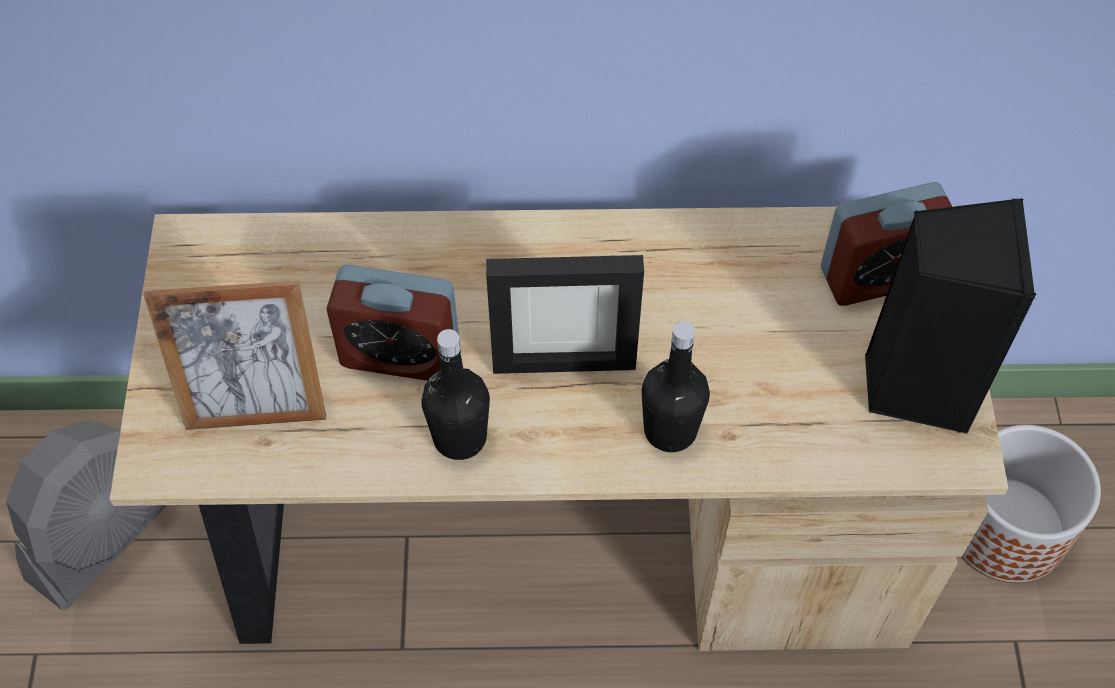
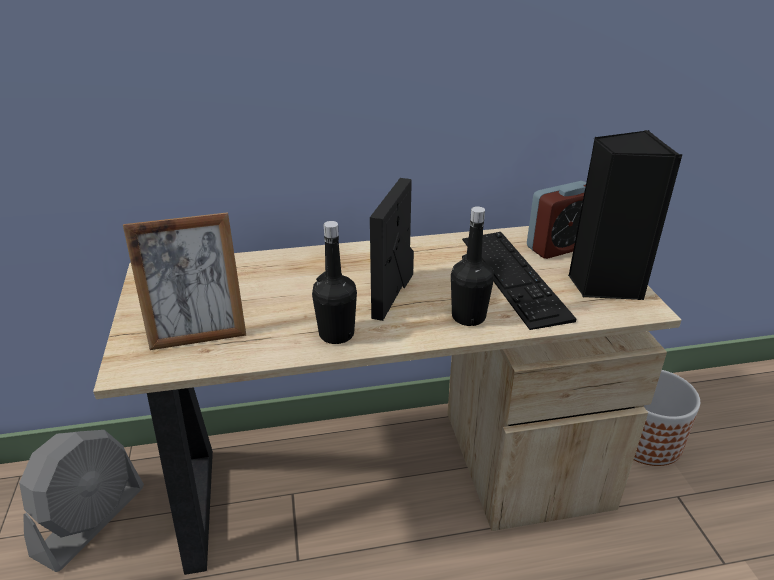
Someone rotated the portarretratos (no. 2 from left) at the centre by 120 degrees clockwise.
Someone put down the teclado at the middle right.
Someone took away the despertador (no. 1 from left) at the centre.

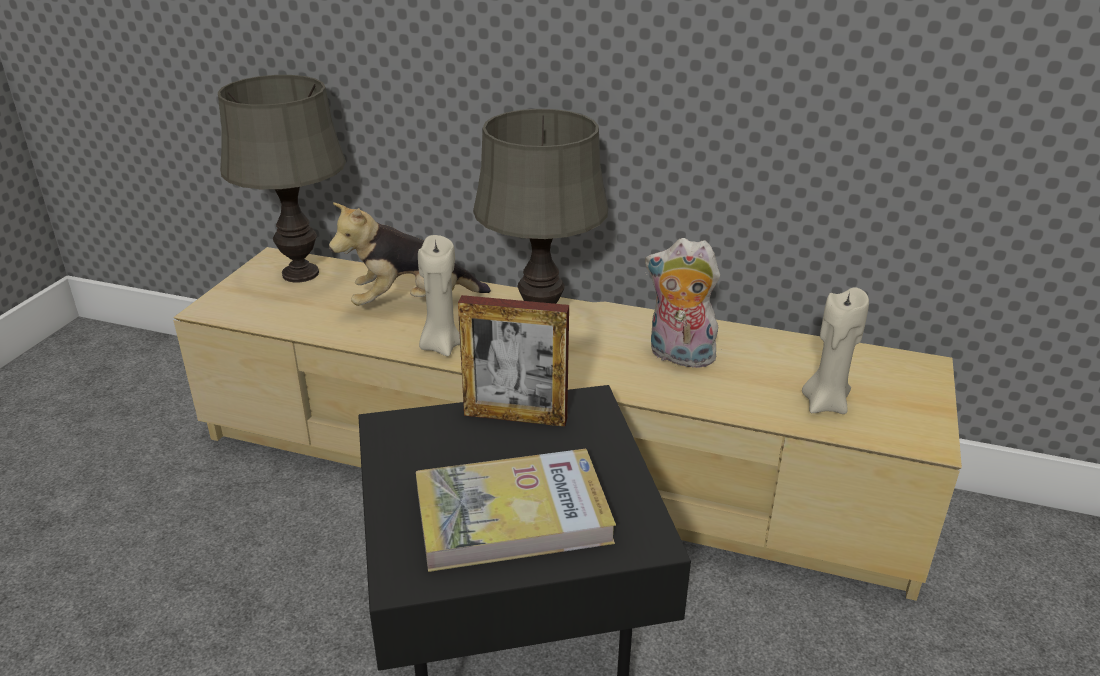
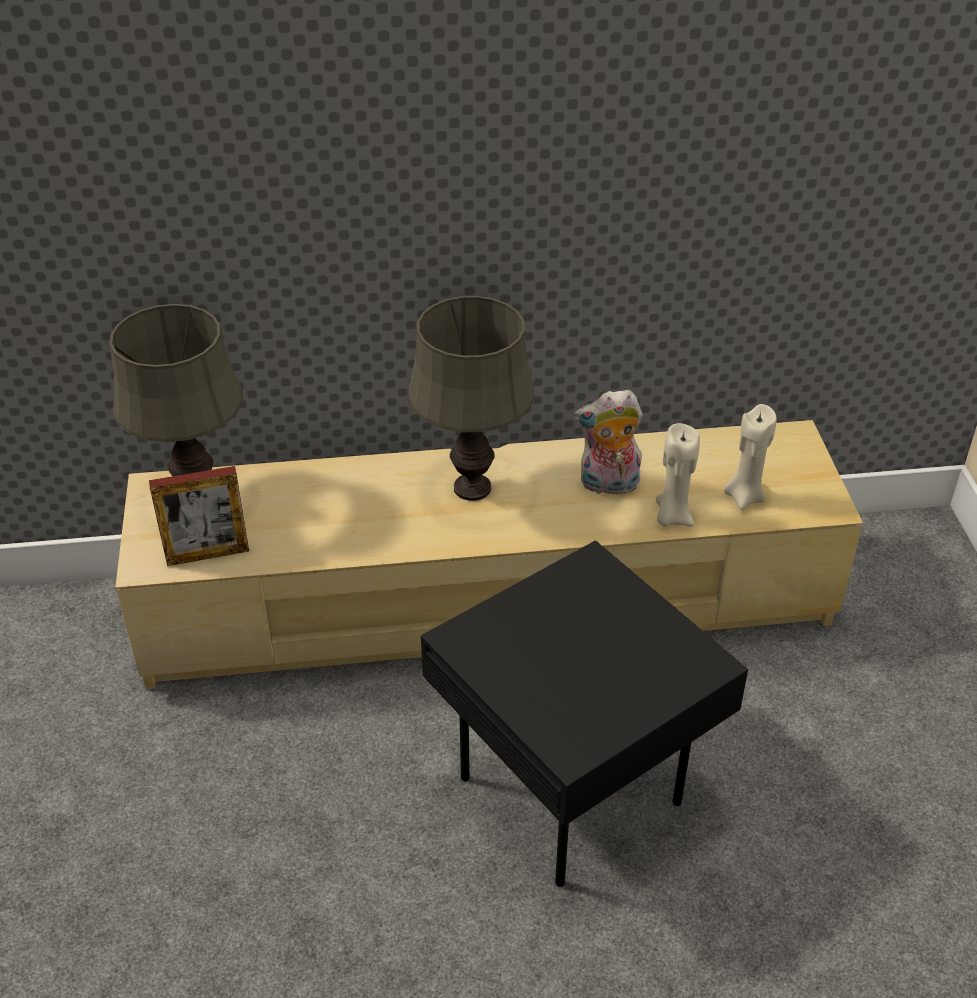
Someone carried the portarretratos from the centre to the middle left.
Someone carried the vela (beis) (no. 1 from left) from the centre to the middle right.
Someone took away the peluche (no. 1 from left) at the centre.
Someone took away the libro at the bottom centre.

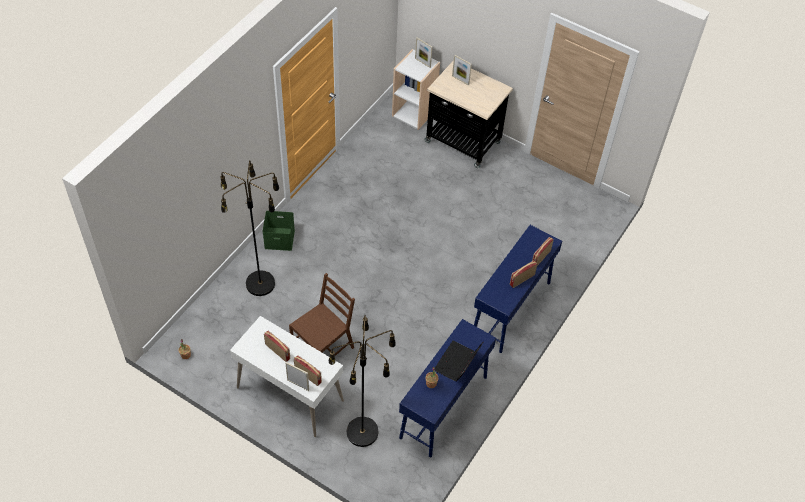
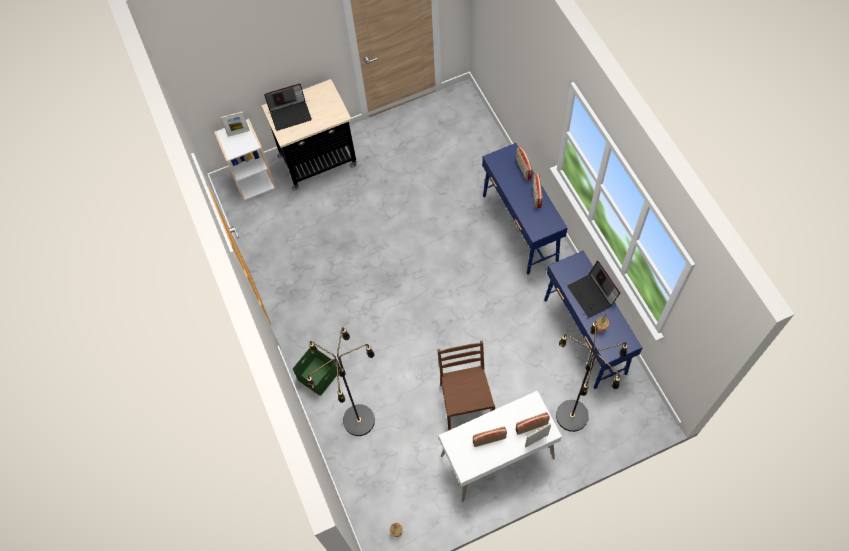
Someone swapped the portarretratos (no. 3 from left) at the top centre for the portátil (no. 1 from left) at the top centre.

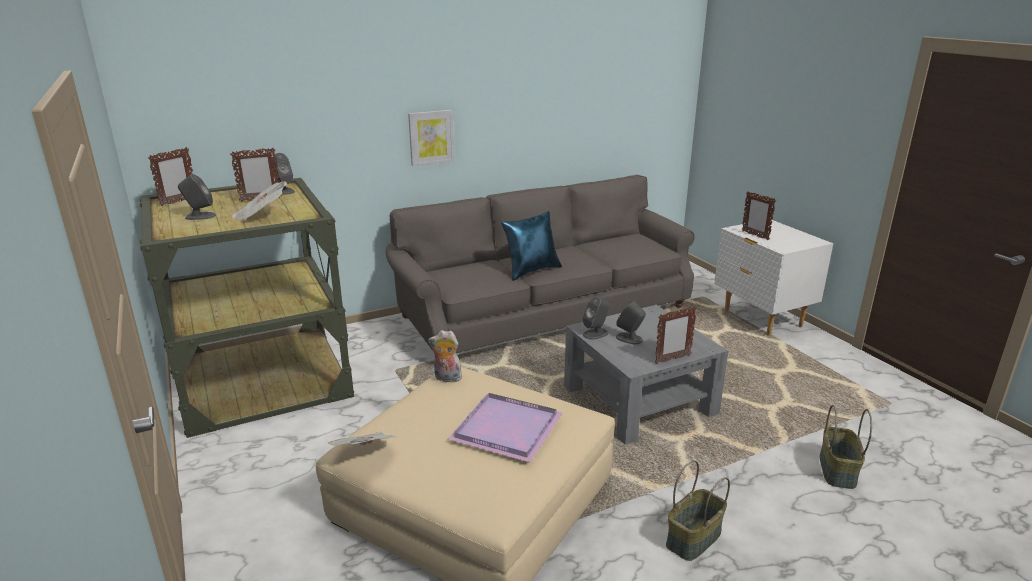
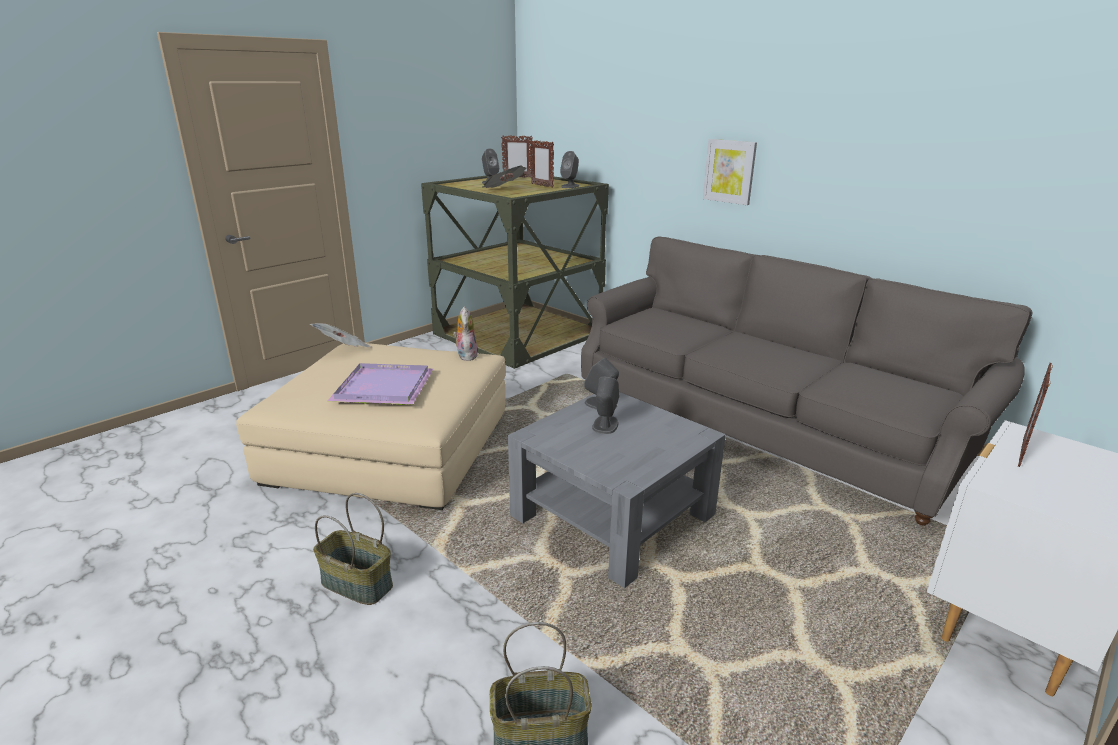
Someone took away the cojín (azul) at the centre.
Someone took away the portarretratos (no. 3 from left) at the centre.

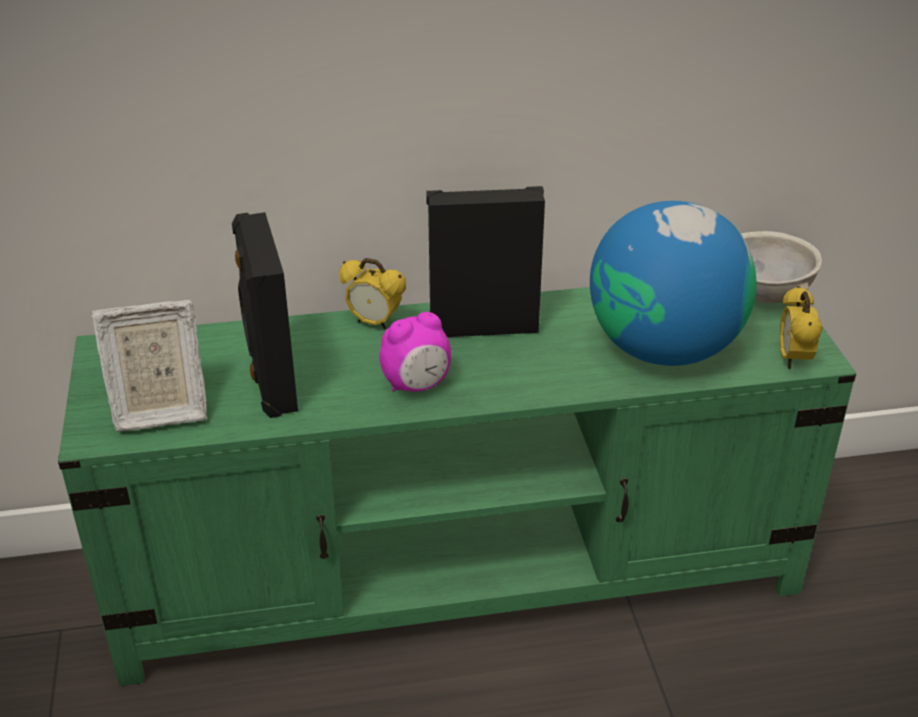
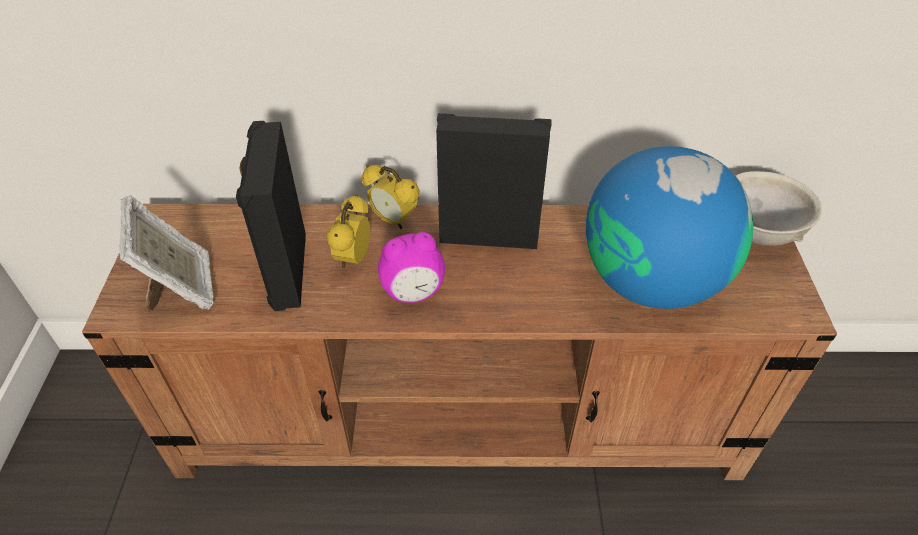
Someone repainted the mueble de televisión (verde) at the bottom centre, which became the mueble de televisión (marrón) at the centre.
Someone rotated the portarretratos at the middle left by 105 degrees counterclockwise.
Someone carried the despertador (no. 3 from left in the first image) from the middle right to the centre.

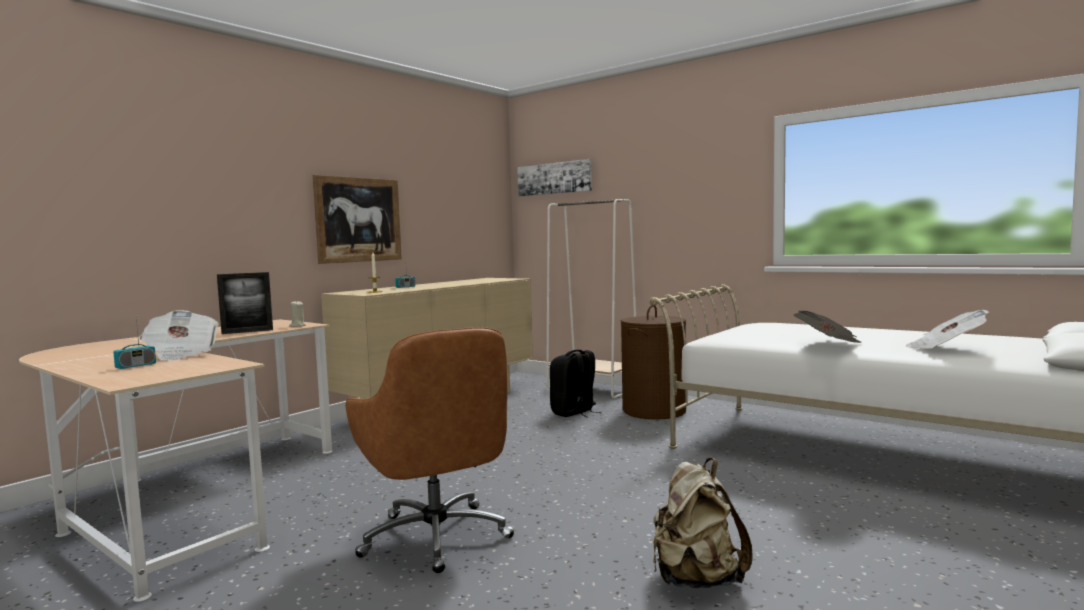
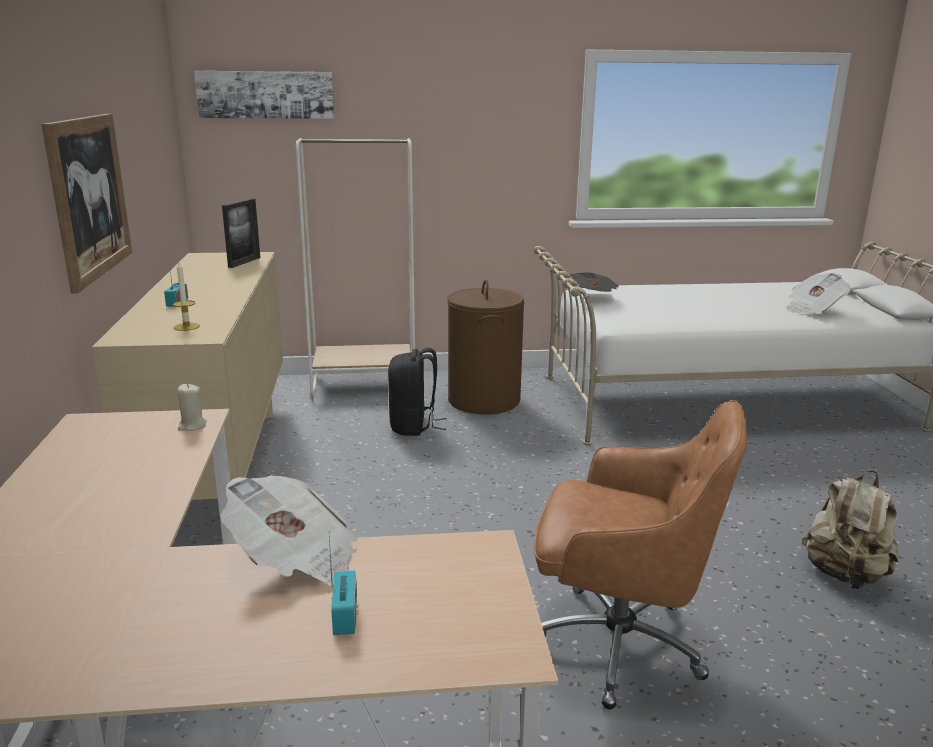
Someone carried the portarretratos from the middle left to the top left.
Someone carried the periódico (no. 2 from left) from the middle right to the centre.

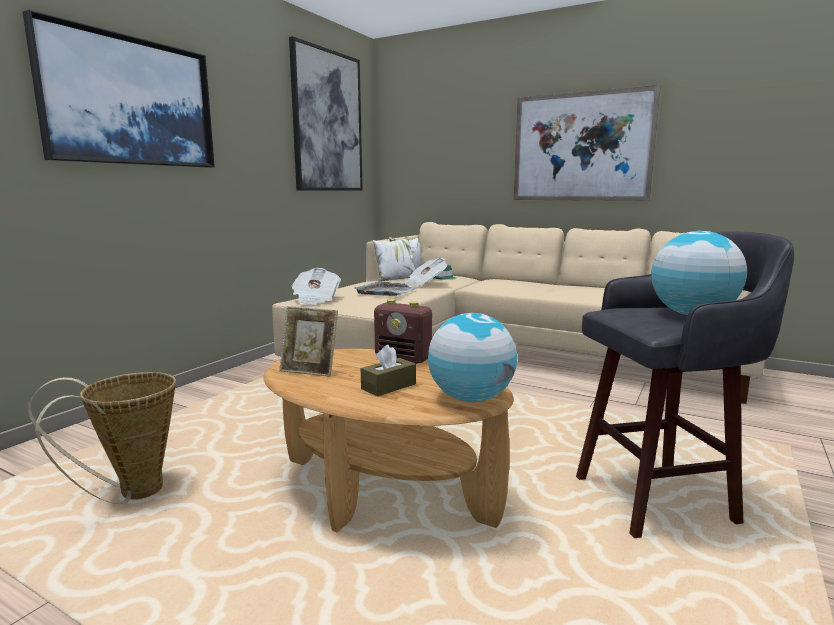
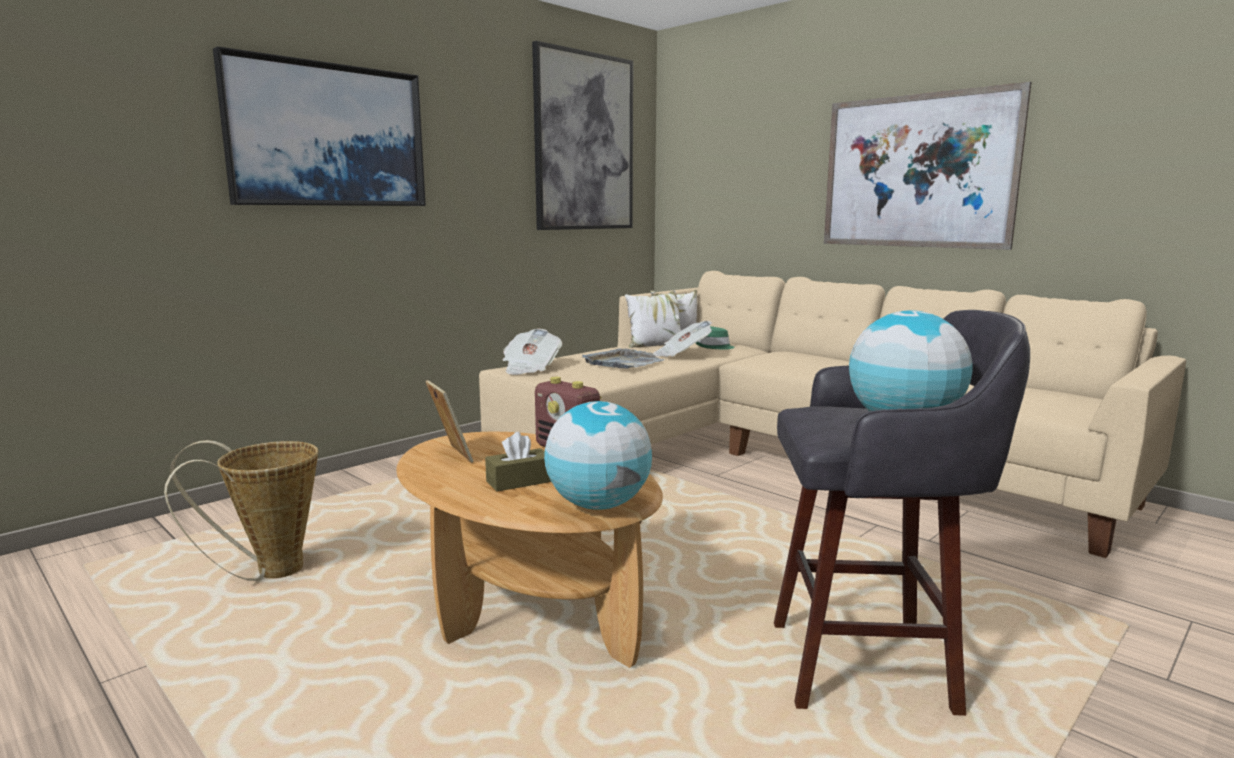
Someone rotated the portarretratos at the centre by 150 degrees counterclockwise.

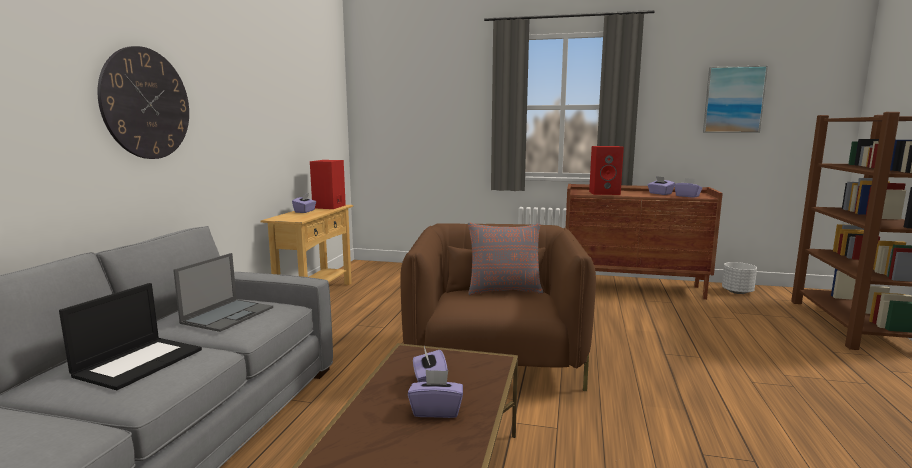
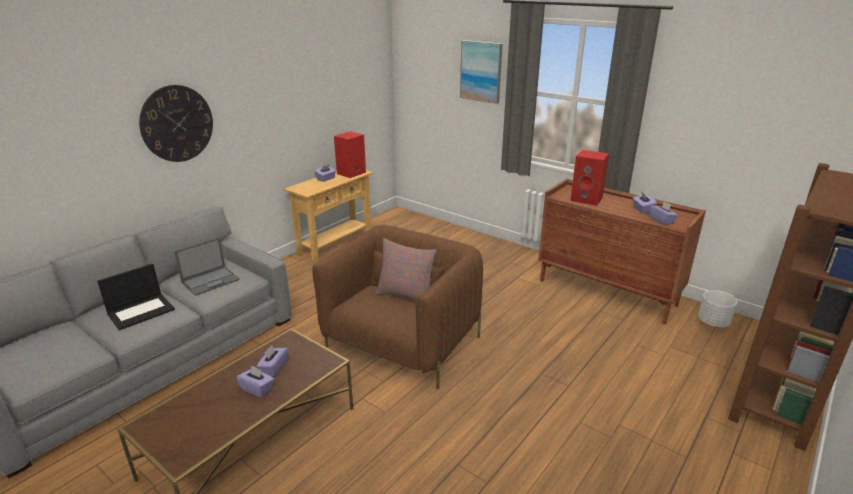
Someone carried the cuadro from the top right to the top centre.

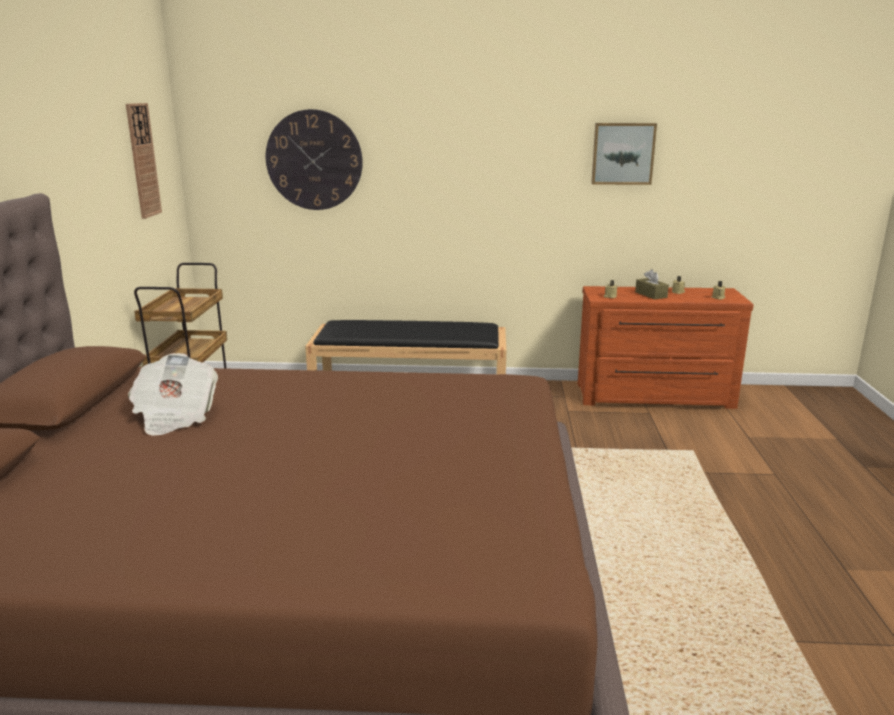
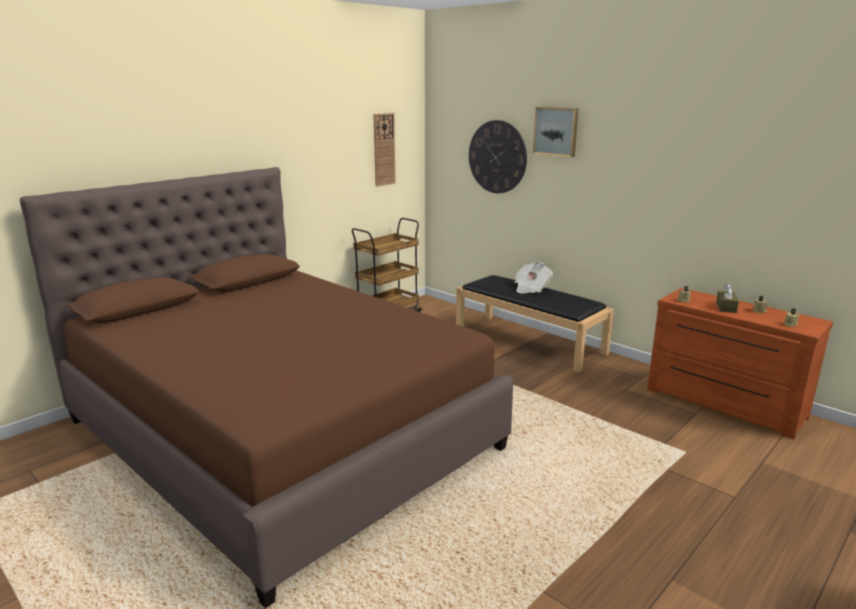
Someone carried the periódico from the middle left to the centre.
Someone carried the cuadro from the top right to the top centre.

